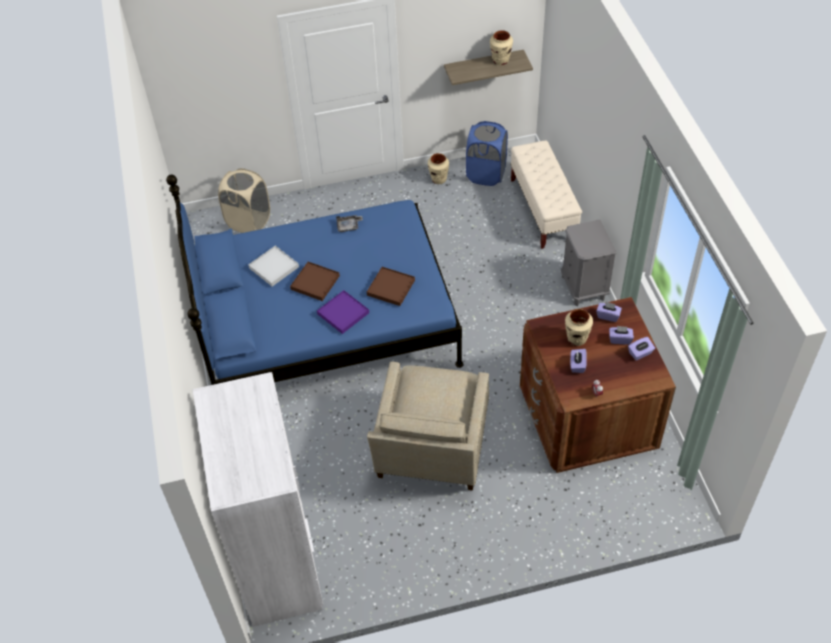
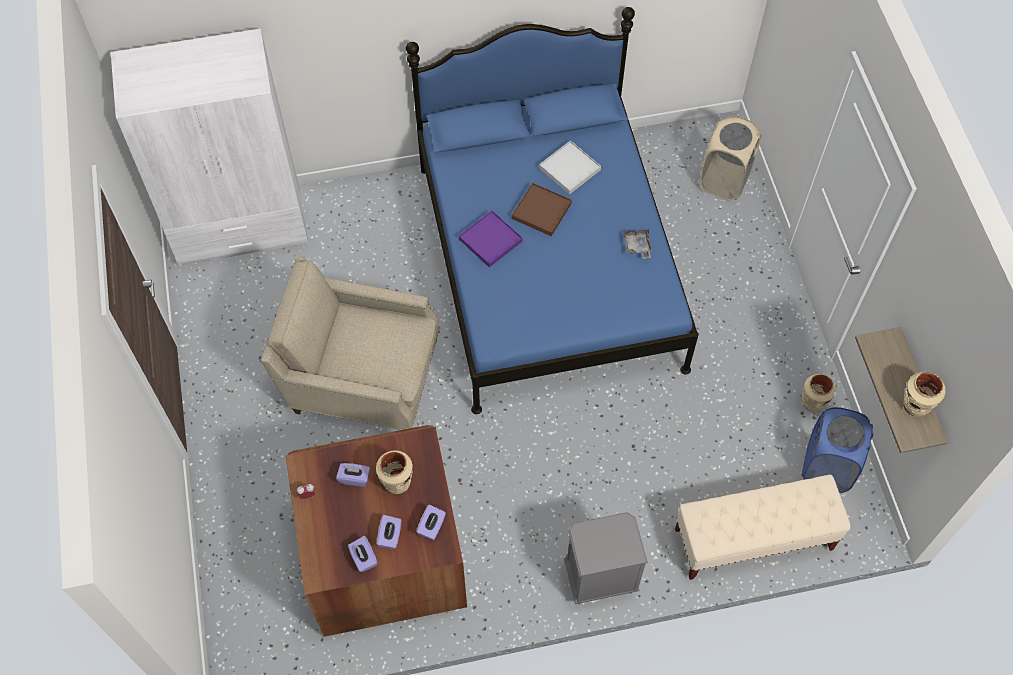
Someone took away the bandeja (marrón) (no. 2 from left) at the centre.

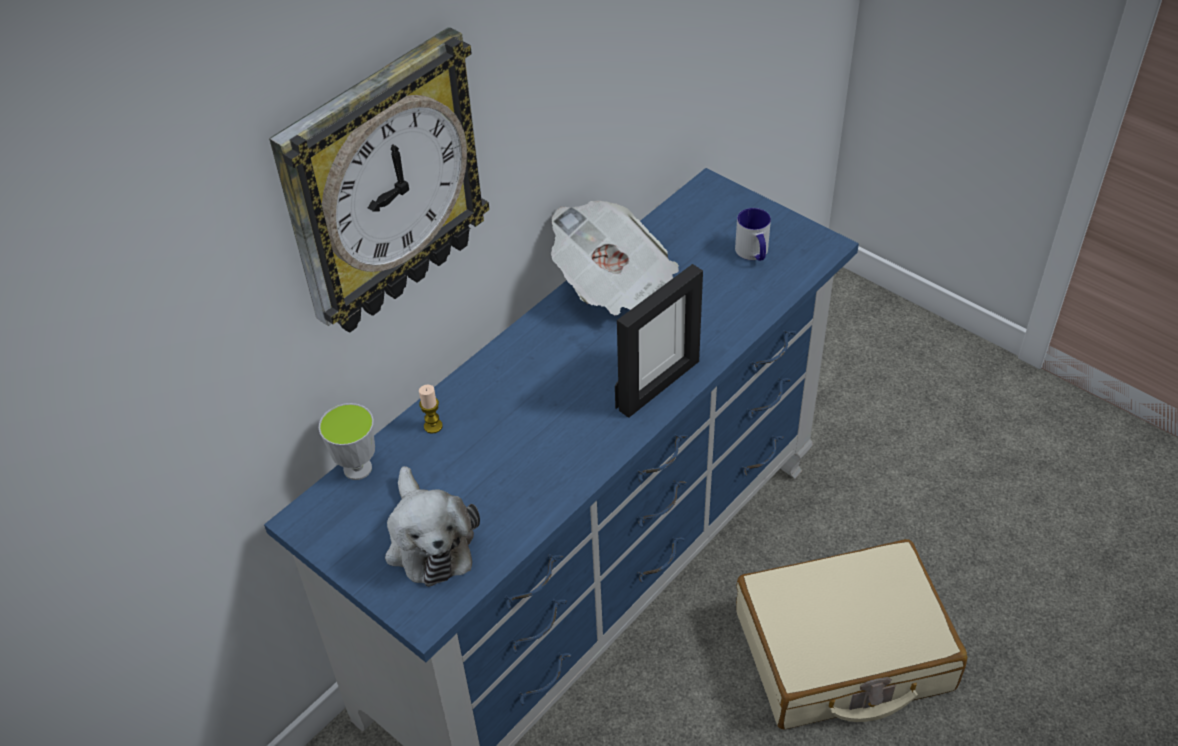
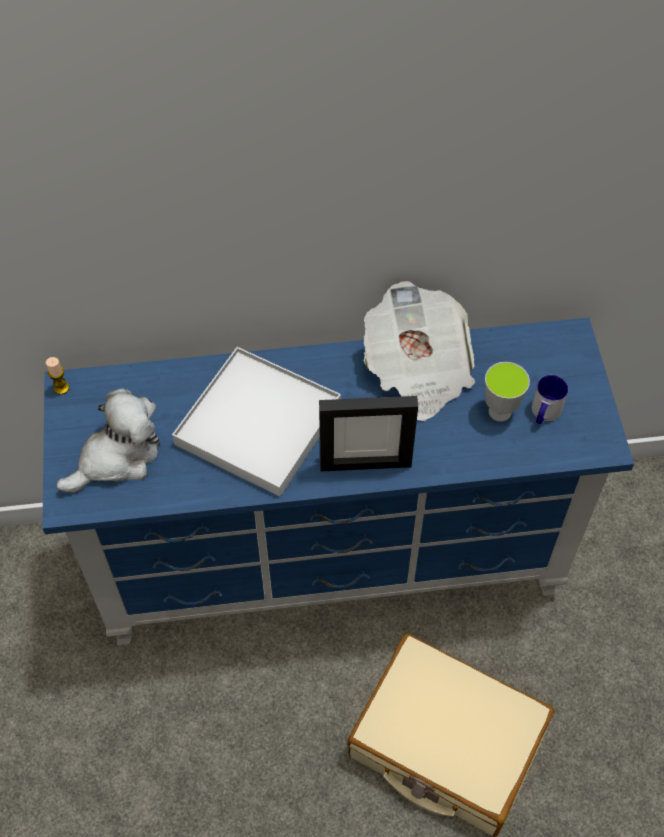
Someone carried the vela from the centre to the middle left.
Someone rotated the peluche at the bottom centre by 150 degrees counterclockwise.
Someone put down the bandeja (blanco) at the centre.
Someone carried the taza from the middle left to the middle right.
Someone took away the reloj de pared at the top left.

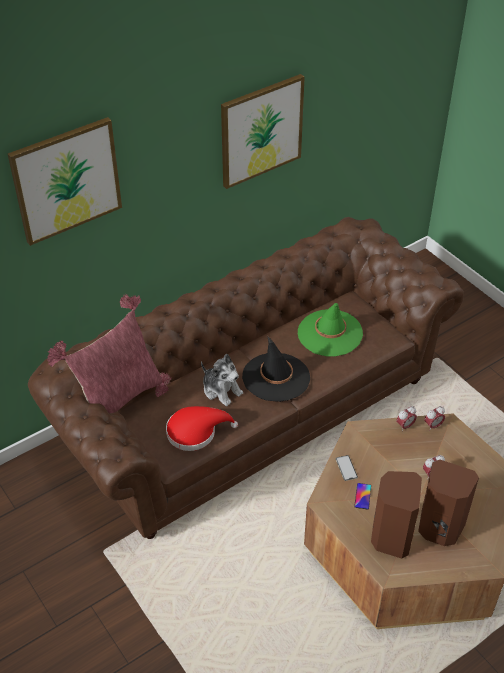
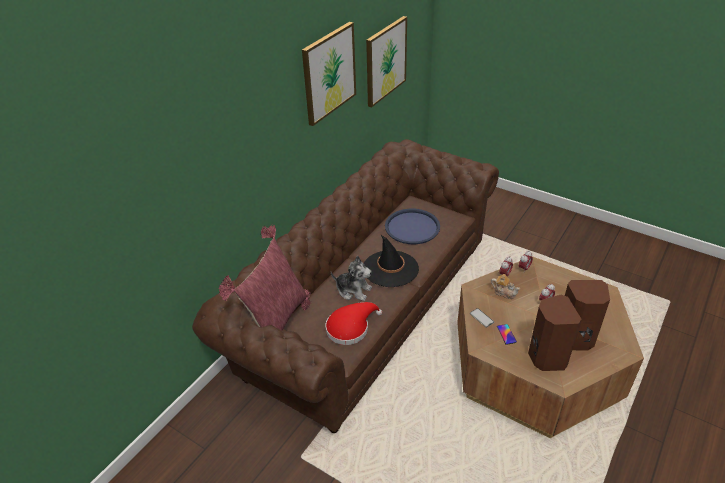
Someone carried the cuadro (no. 1 from left in the first image) from the top left to the top centre.
Someone swapped the sombrero (verde) at the centre for the bandeja (azul) at the centre.
Someone put down the tetera at the middle right.

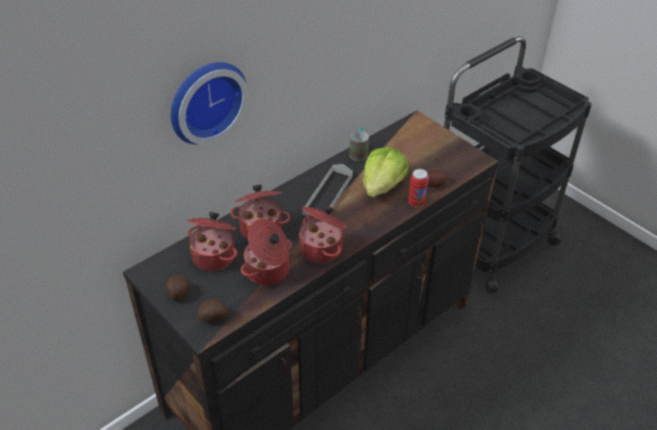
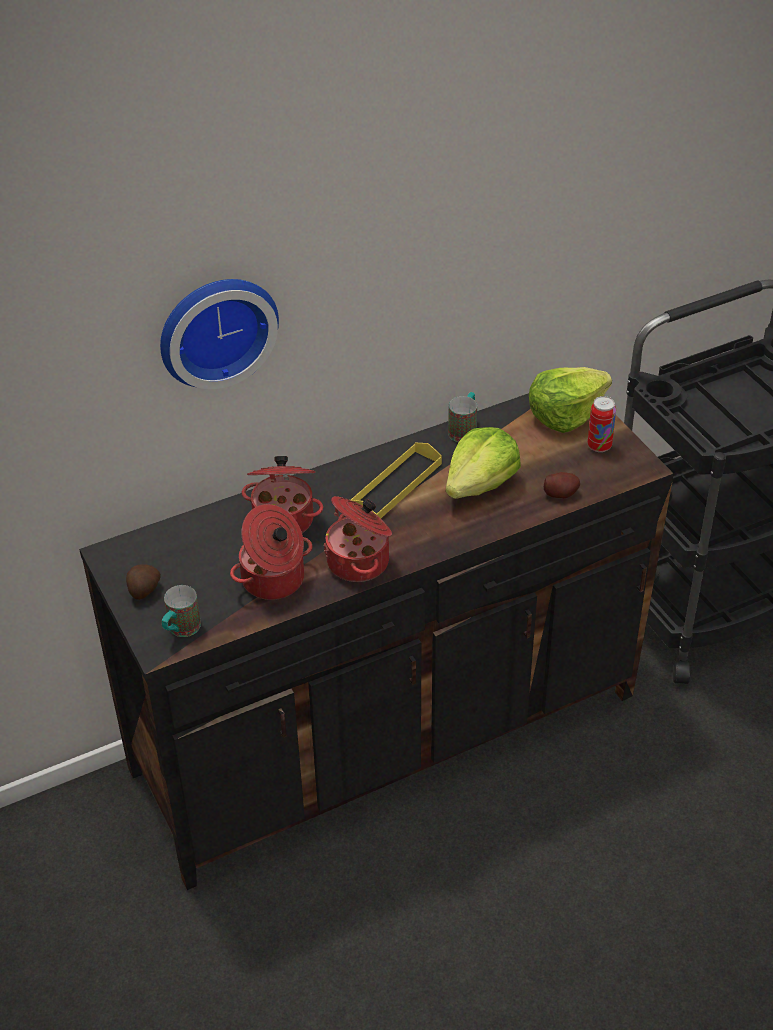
Someone swapped the patata (no. 2 from left) at the bottom left for the taza grande (no. 1 from left) at the middle left.
Someone repainted the bandeja (gris) at the centre, which became the bandeja (amarillo) at the centre.
Someone put down the lechuga (no. 2 from left) at the middle right.
Someone carried the lata from the centre to the middle right.
Someone took away the olla (no. 1 from left) at the middle left.

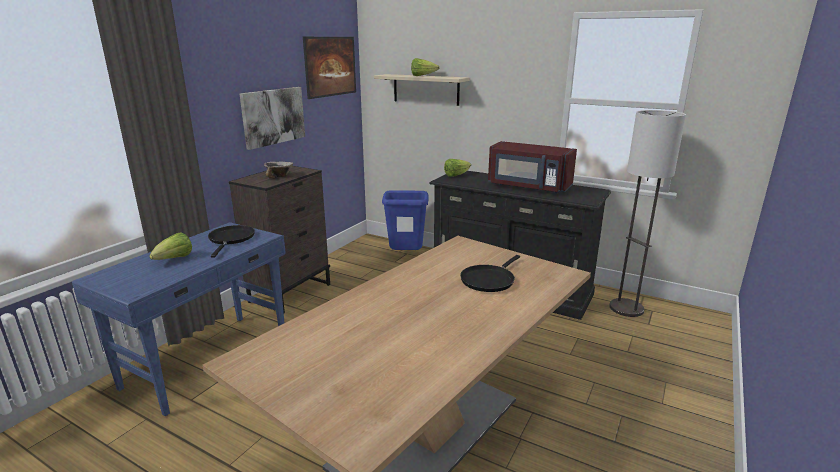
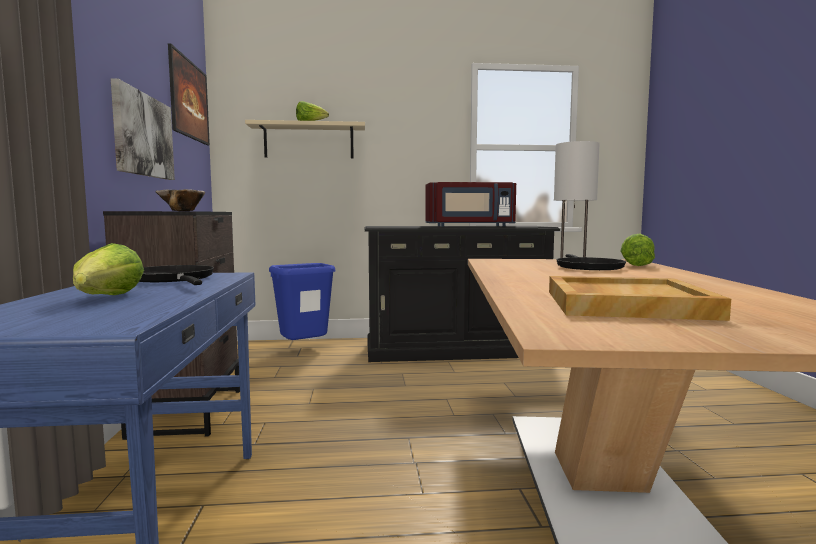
Someone put down the bandeja (beis) at the middle right.
Someone carried the lechuga (no. 3 from left) from the centre to the middle right.

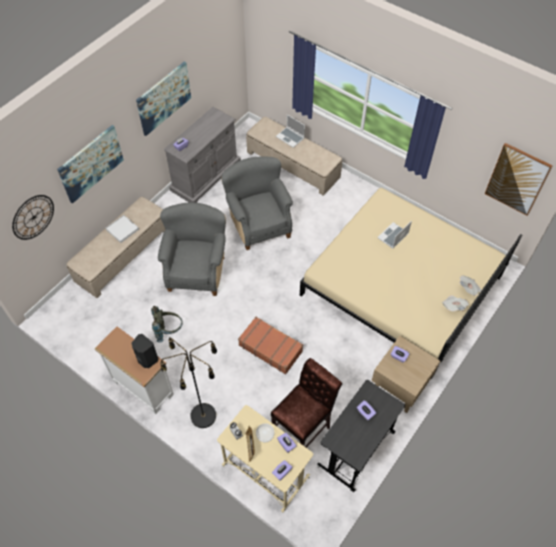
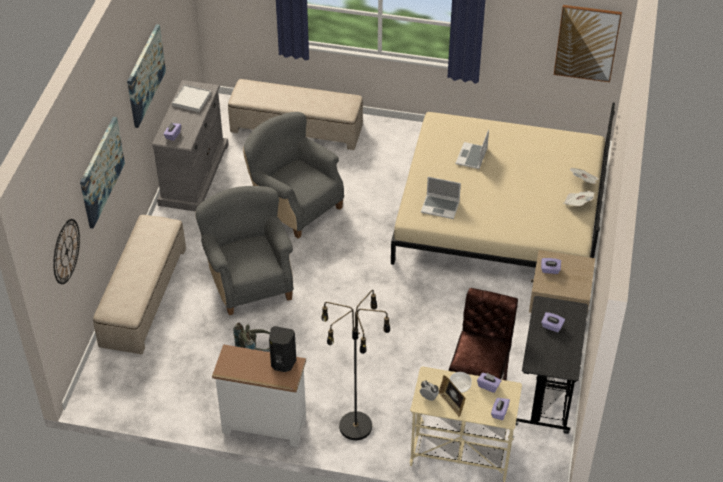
Someone carried the bandeja (blanco) from the middle left to the top left.
Someone carried the portátil (no. 1 from left) from the top centre to the centre.
Someone took away the maleta (marrón) at the centre.

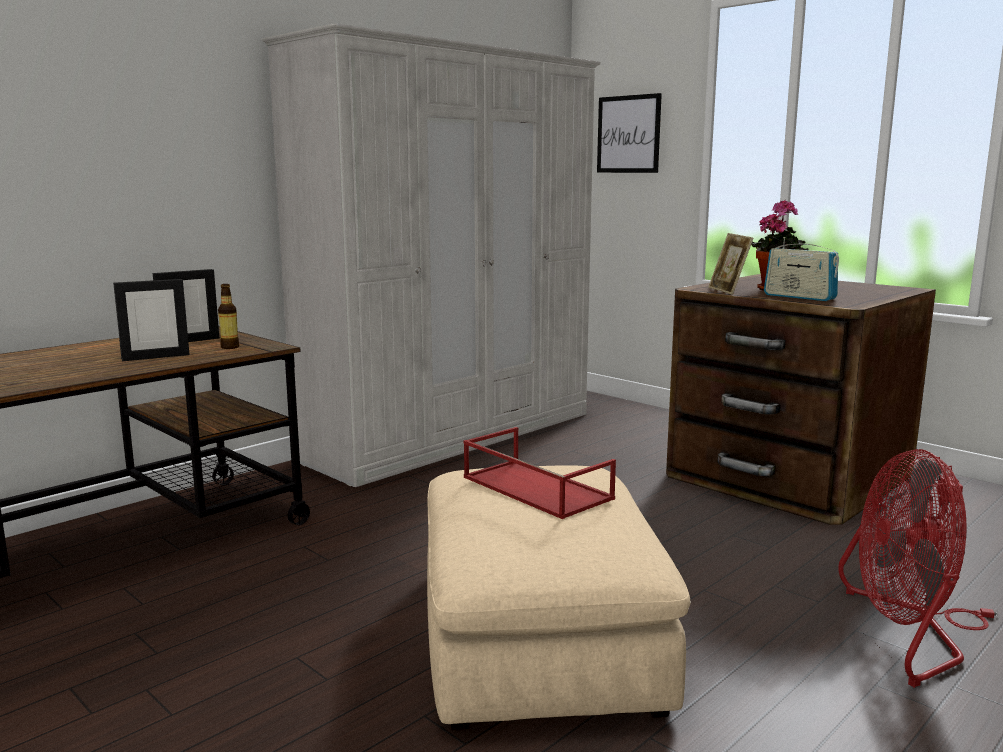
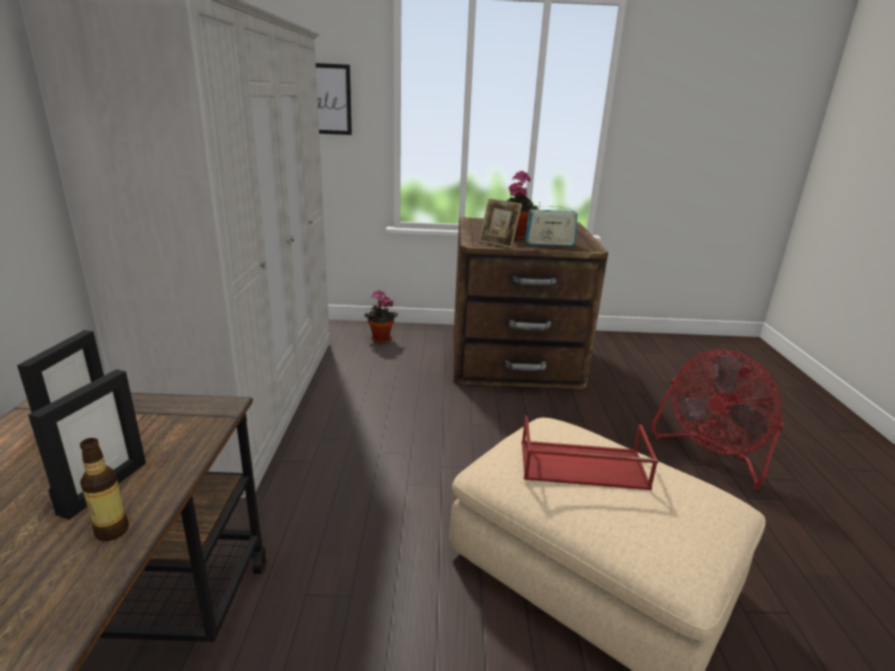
Someone carried the botella from the middle left to the bottom left.
Someone put down the planta en maceta (no. 1 from left) at the centre.

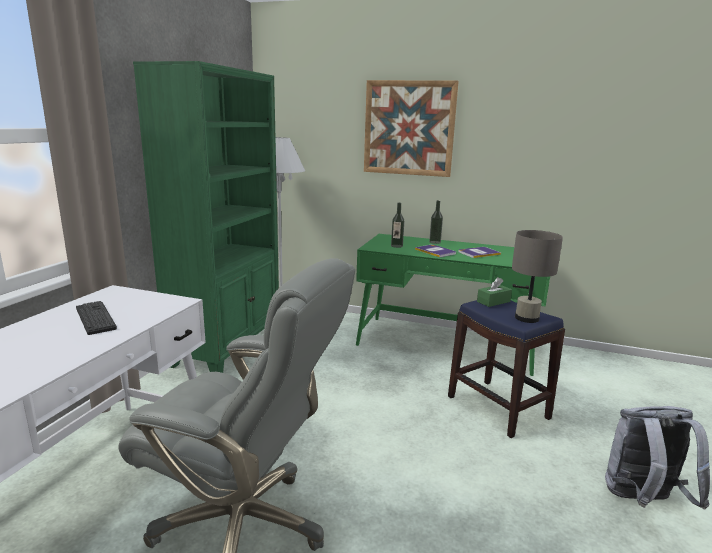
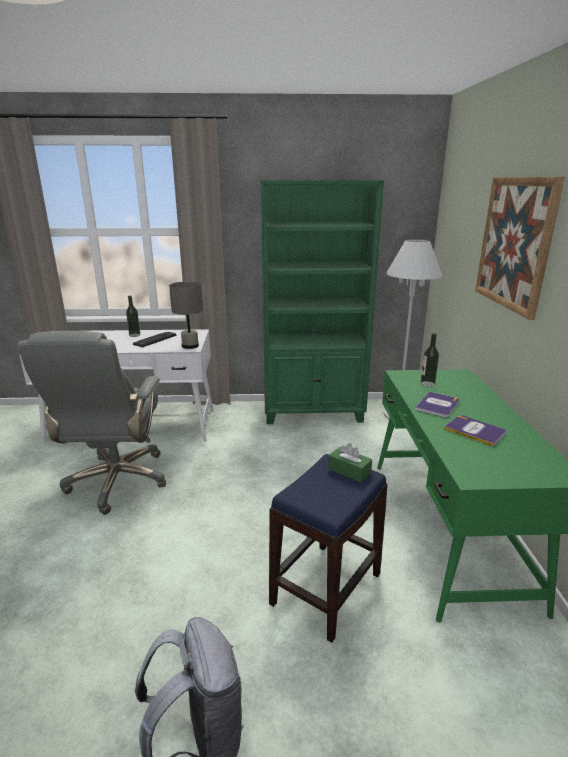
Someone carried the botella (no. 2 from left in the first image) from the centre to the middle left.
Someone carried the lámpara de mesa (gris) from the middle right to the middle left.

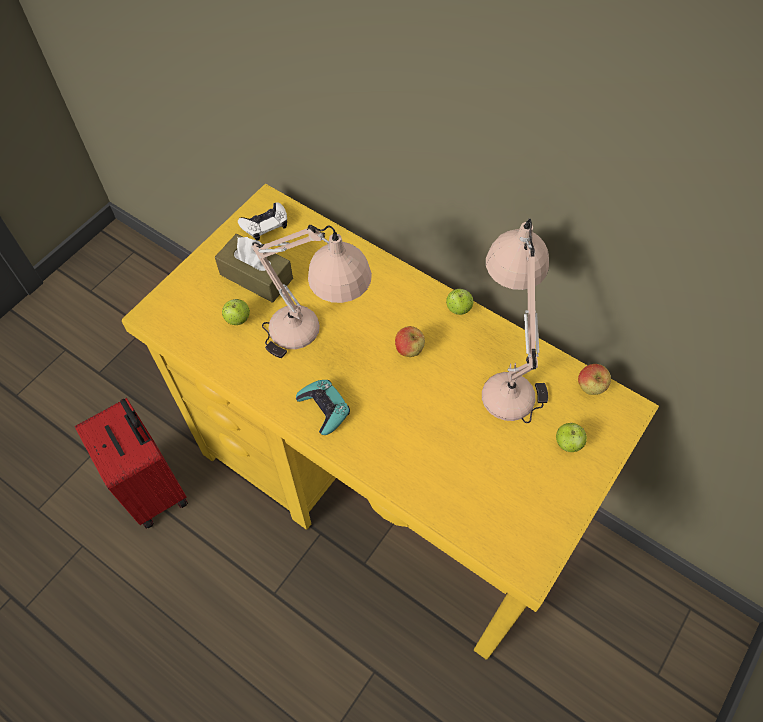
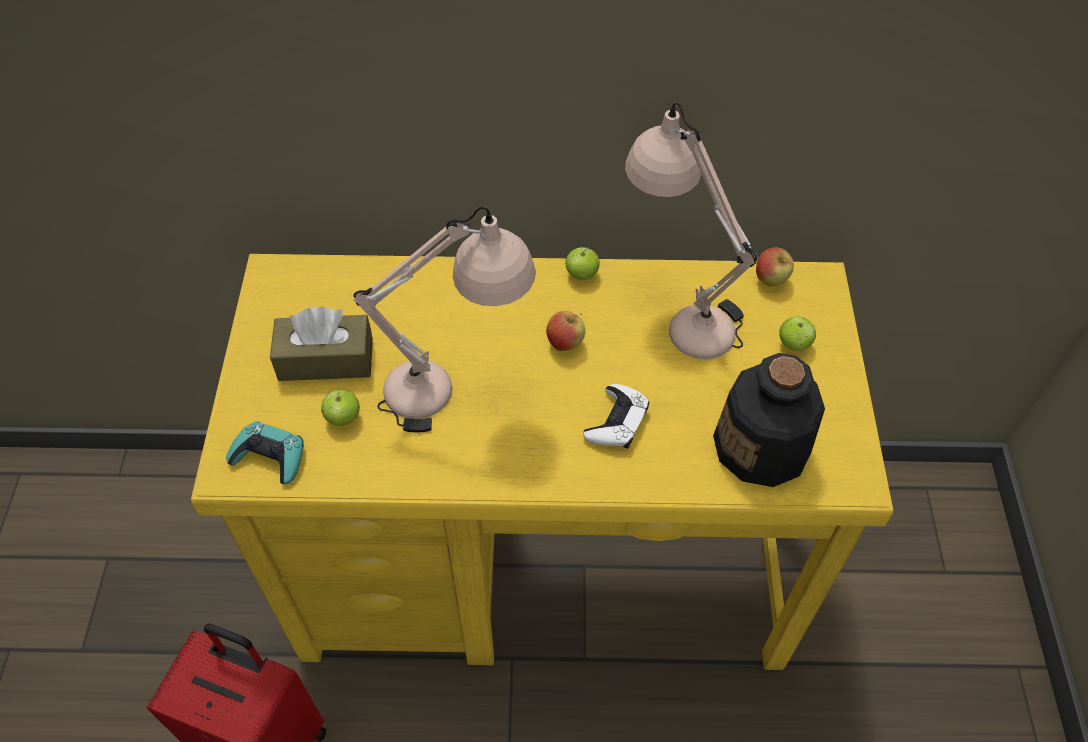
Someone carried the mando de consola (turquesa) from the centre to the middle left.
Someone carried the mando de consola (blanco) from the top centre to the centre.
Someone put down the botella at the middle right.

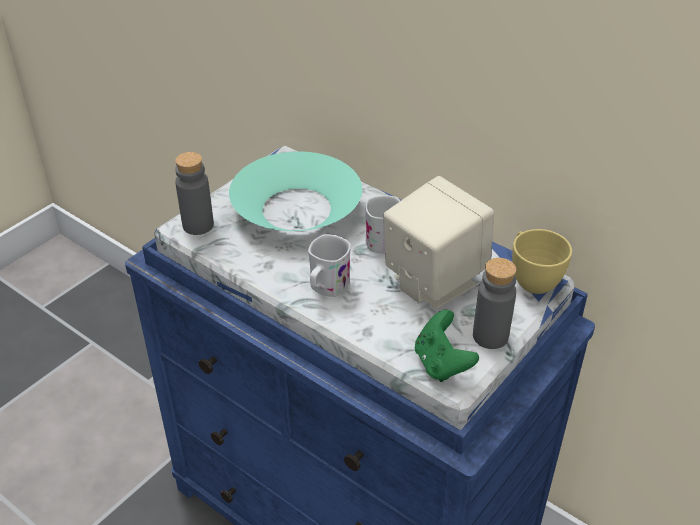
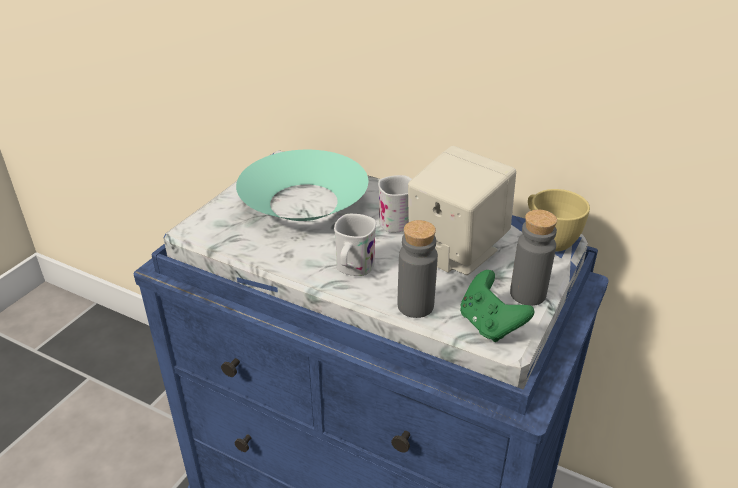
Someone carried the botella (gris) (no. 1 from left) from the middle left to the centre.

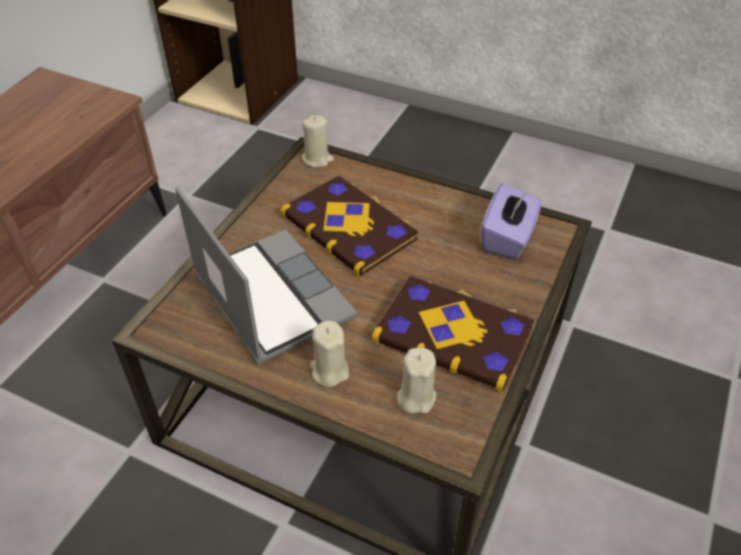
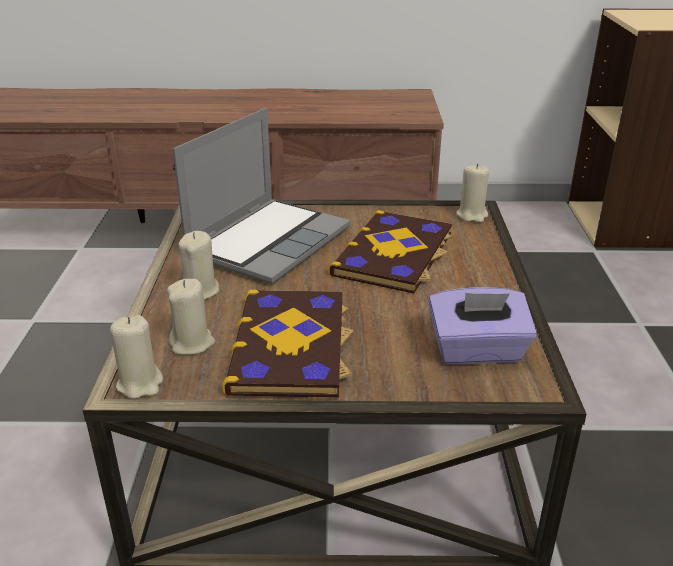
Someone put down the vela (beis) (no. 1 from left) at the middle left.

